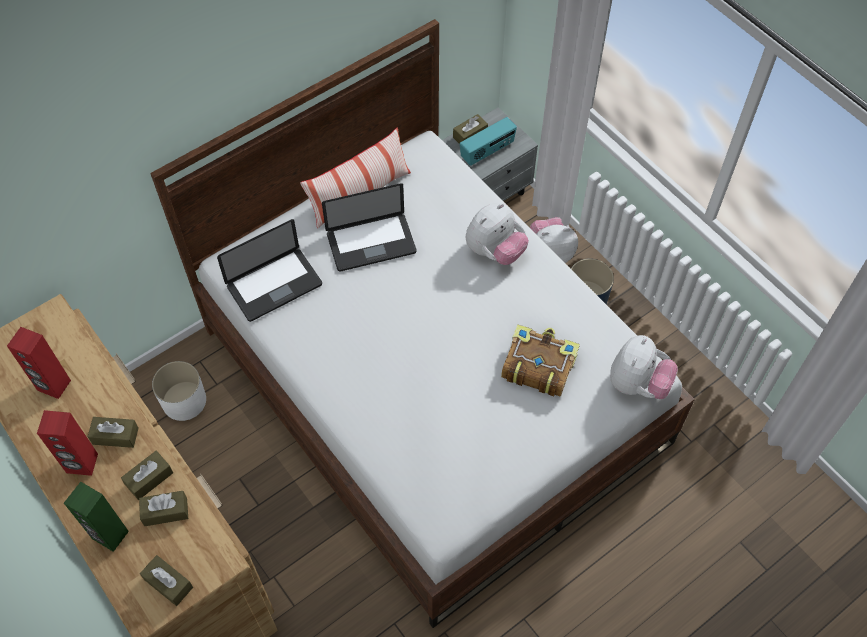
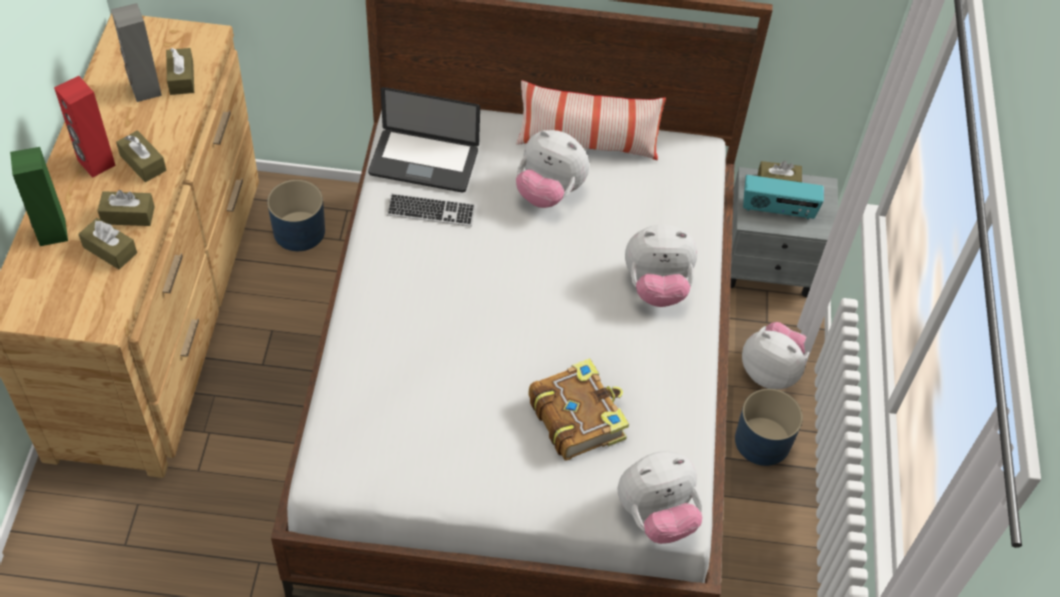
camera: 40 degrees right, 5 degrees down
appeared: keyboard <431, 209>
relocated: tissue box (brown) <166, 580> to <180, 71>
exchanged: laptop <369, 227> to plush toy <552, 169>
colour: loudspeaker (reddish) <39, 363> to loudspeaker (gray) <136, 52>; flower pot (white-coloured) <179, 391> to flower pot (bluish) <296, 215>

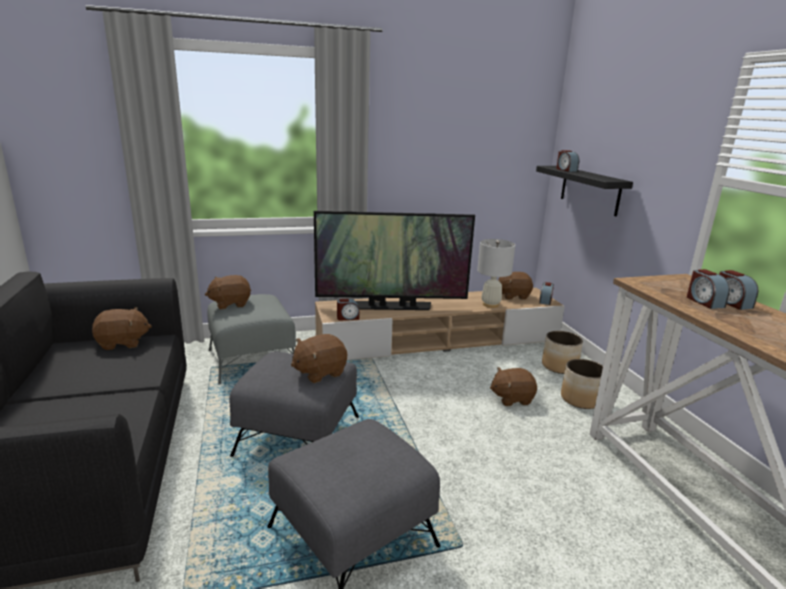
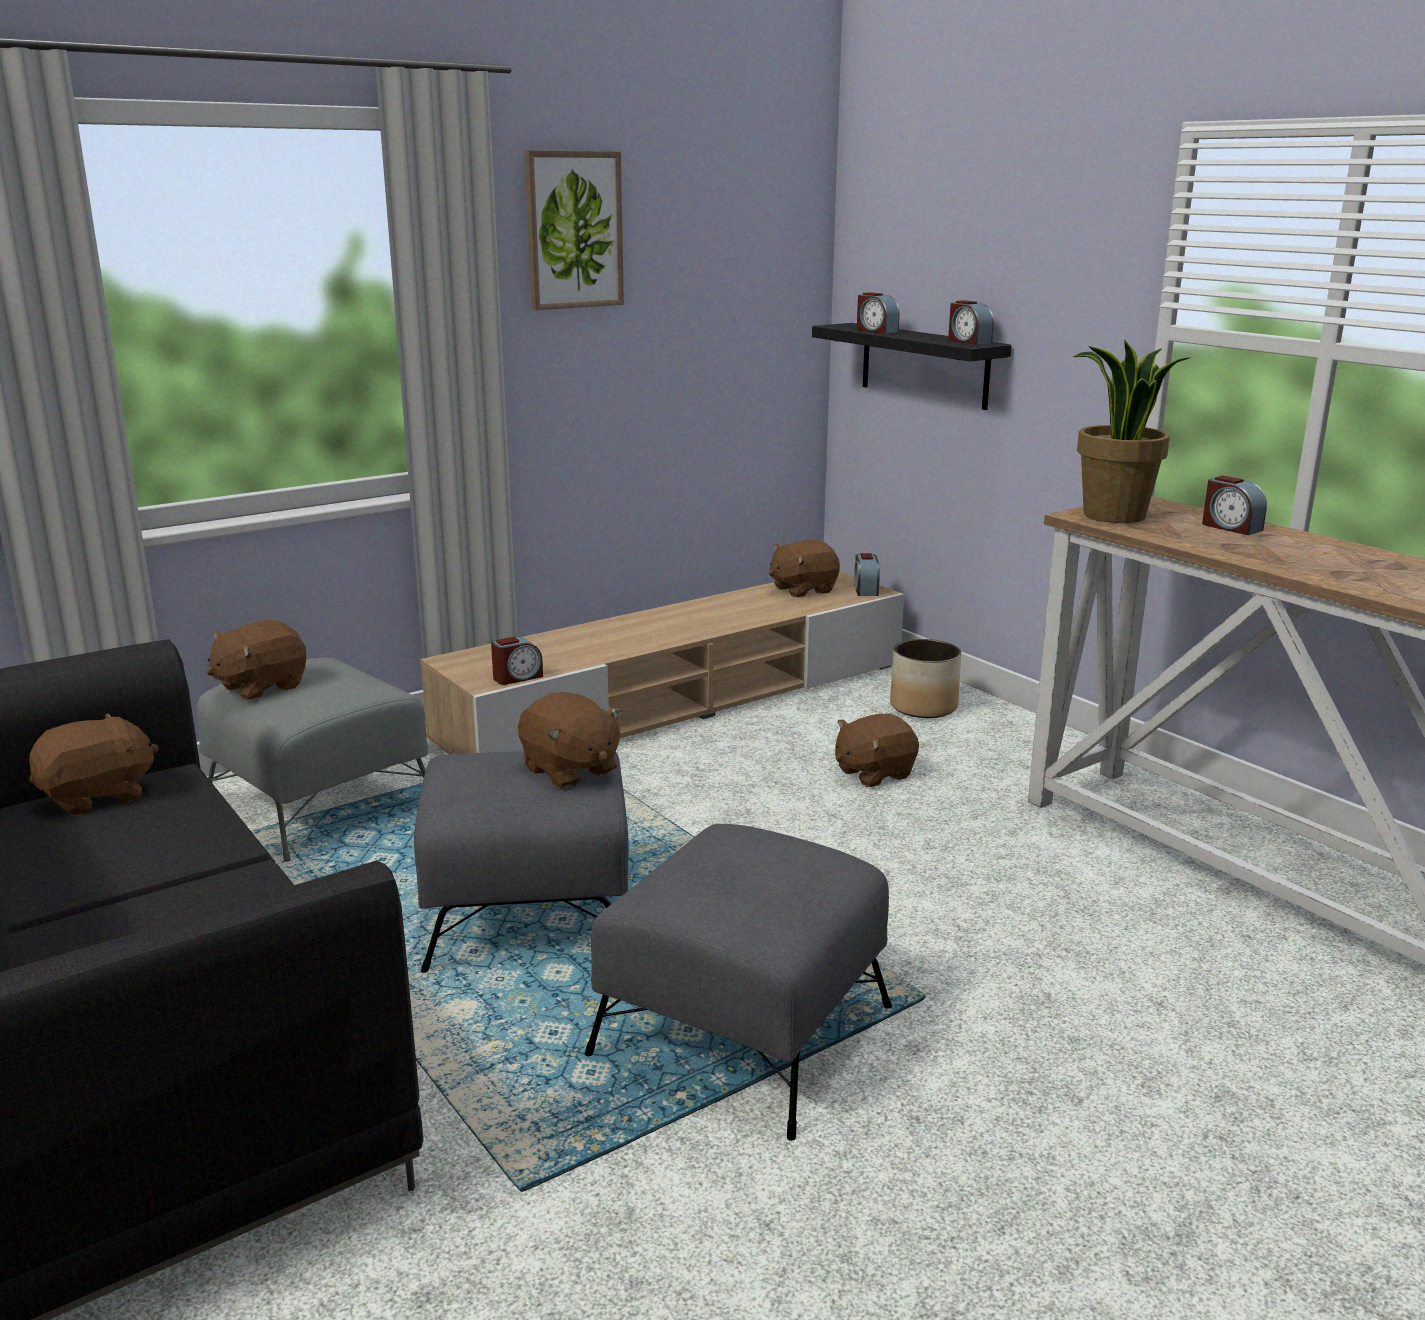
camera: 20 degrees left, 0 degrees up
missing: TV set <394, 260>; table lamp (white-coloured) <496, 273>; flower pot <582, 384>
appeared: wall art <574, 230>; plant in a pot <1132, 431>
relocated: bedside clock <708, 289> to <971, 322>
spun: plush toy (brown) <319, 358> = <570, 740> 75 degrees counterclockwise

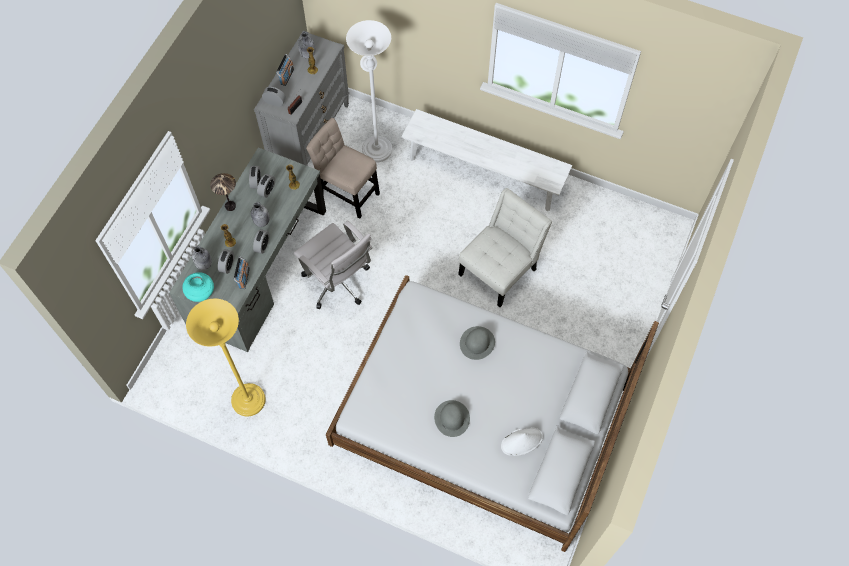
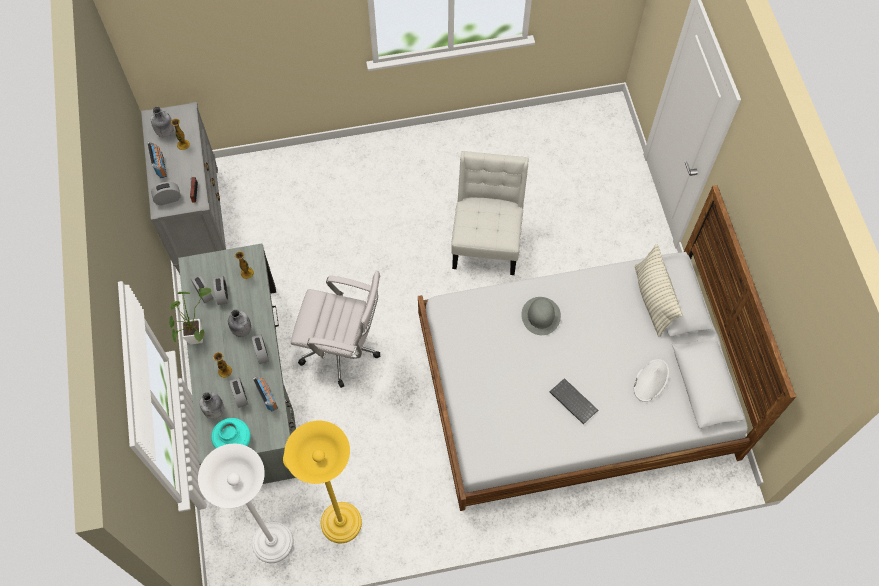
camera: 35 degrees left, 0 degrees up
missing: bench (white-coloured) <486, 160>; upright chair (sand-coloured) <343, 168>
appeared: cushion <659, 290>
relocated: floor lamp (white-coloured) <369, 91> to <245, 503>
exchanged: table lamp <223, 192> to plant in a pot <190, 315>; clothing hat (gray) <452, 418> to keyboard <573, 401>

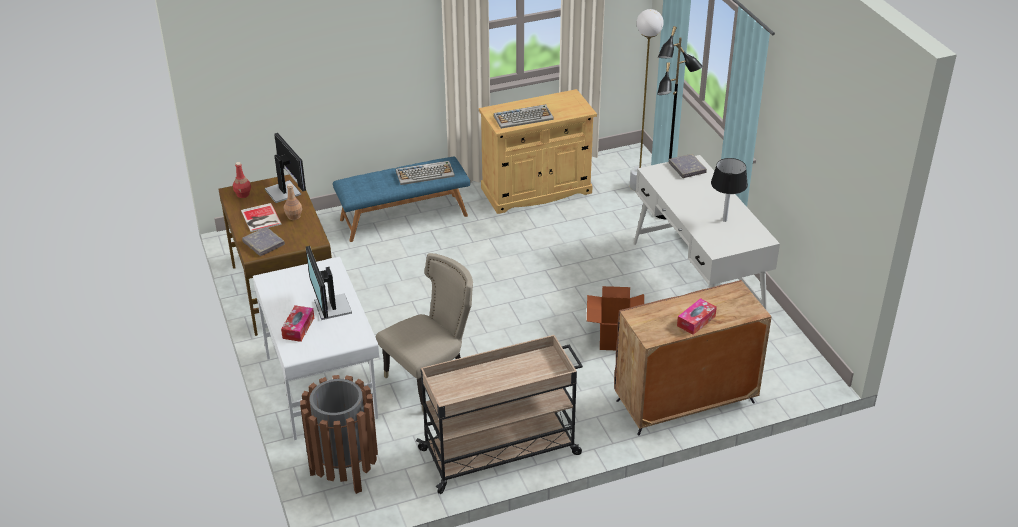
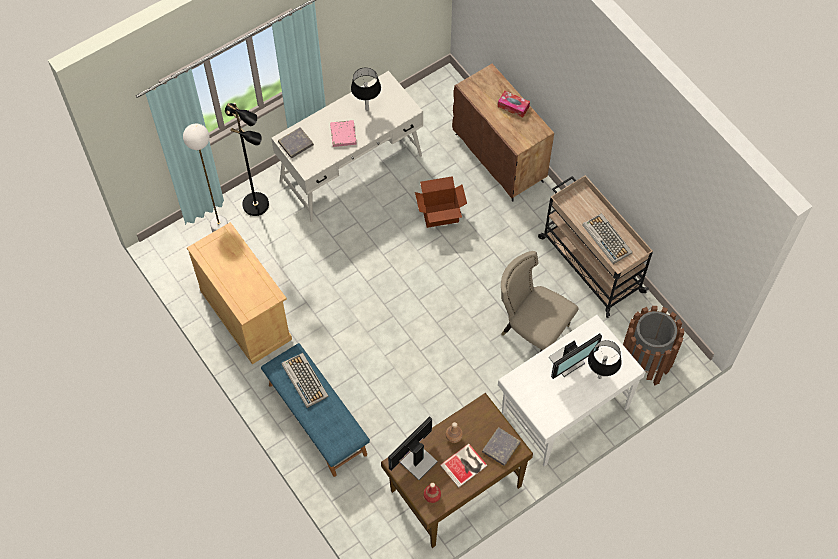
camera: 105 degrees left, 25 degrees up
appeared: book (pinkish) <343, 133>
relocated: keyboard <524, 116> to <607, 238>
exchanged: tissue box <297, 323> to table lamp (black) <605, 359>

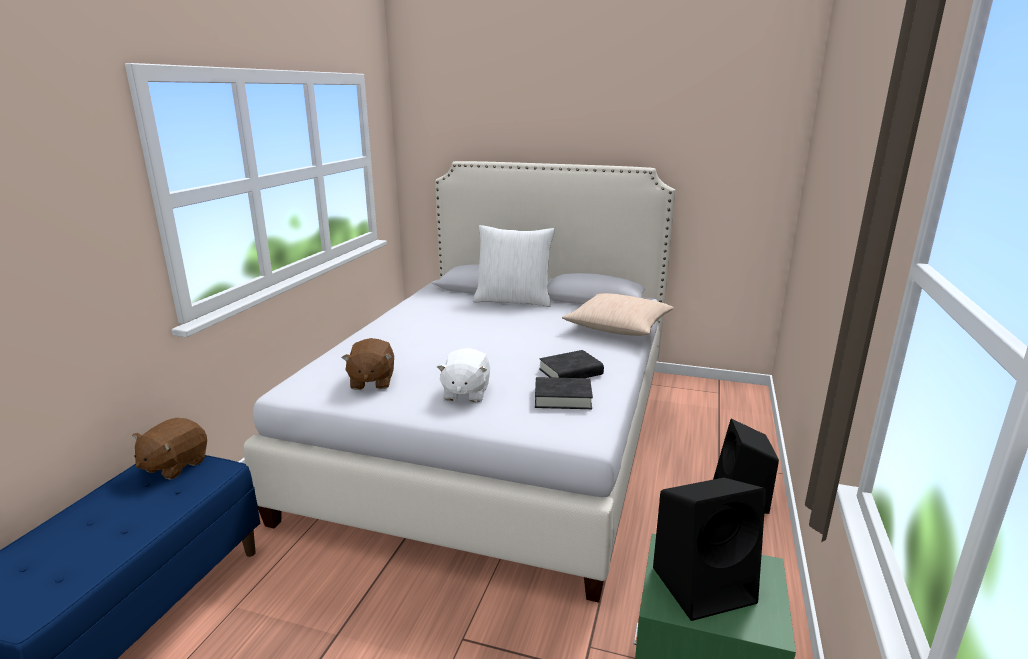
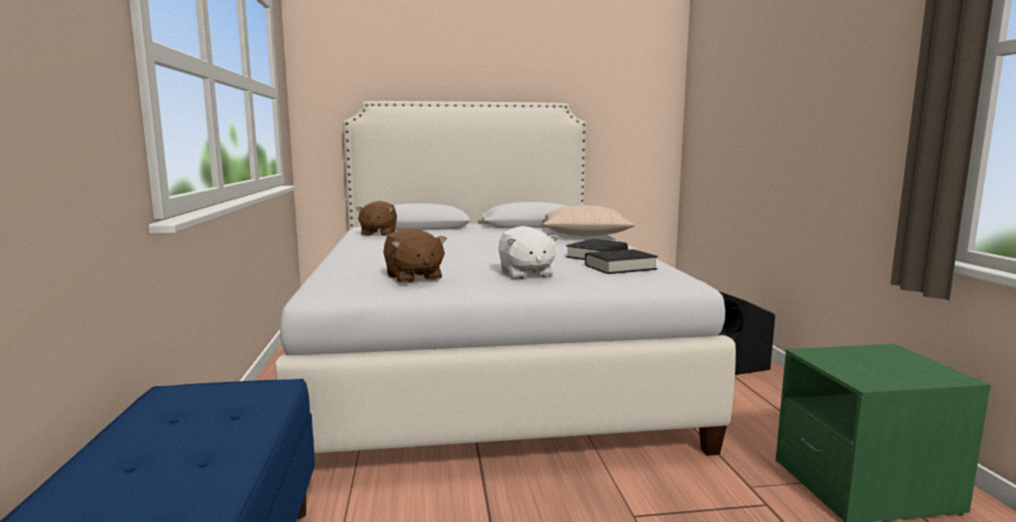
camera: 25 degrees left, 10 degrees down
missing: cushion (white-coloured) <514, 266>; loudspeaker (black) <709, 549>
relocated: plush toy (brown) <170, 449> to <376, 218>

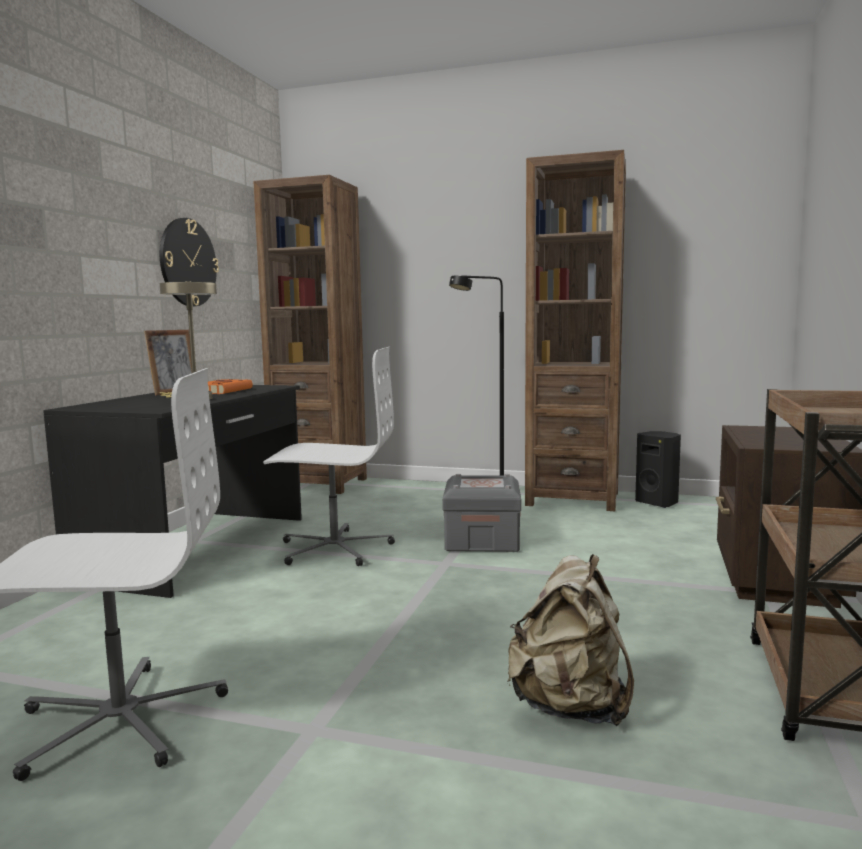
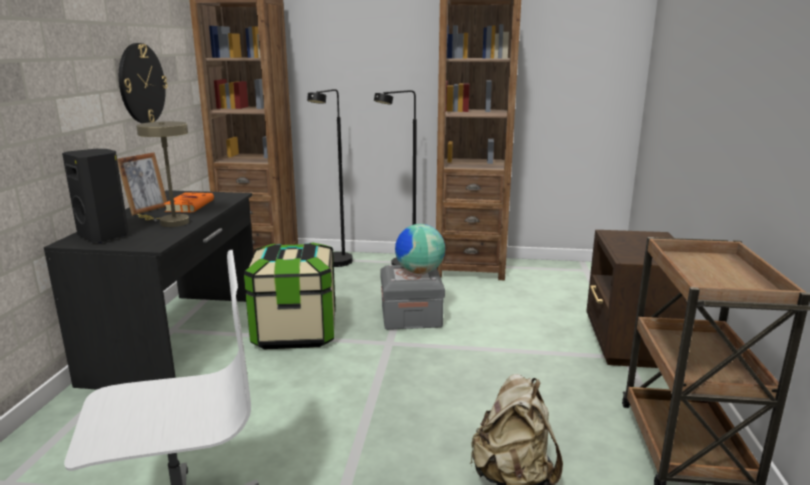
camera: 10 degrees left, 10 degrees up
appeared: floor lamp (black) <330, 178>; globe <420, 249>
relocated: loudspeaker (black) <658, 469> to <95, 196>
exchanged: computer chair (white-coloured) <329, 456> to storage box <290, 295>

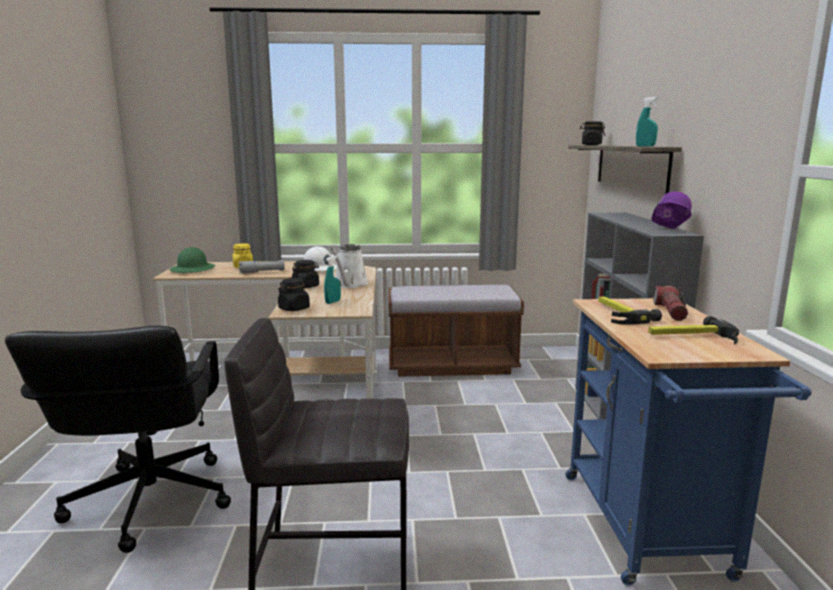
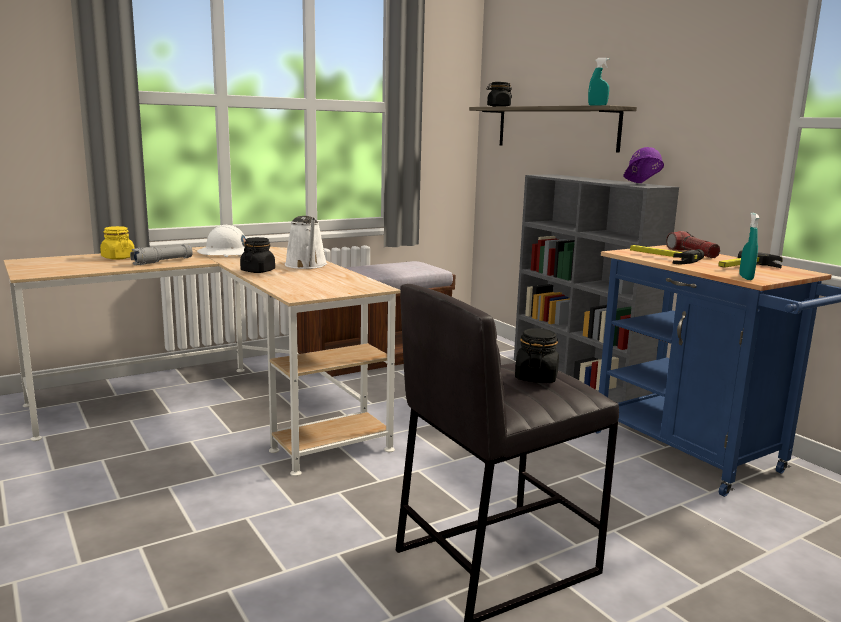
camera: 30 degrees left, 0 degrees up
missing: hard hat (greenish) <192, 260>; computer chair (black) <118, 439>
relocated: sprayer (blue-green) <332, 280> to <749, 246>; preserve jar (black) <294, 294> to <537, 355>

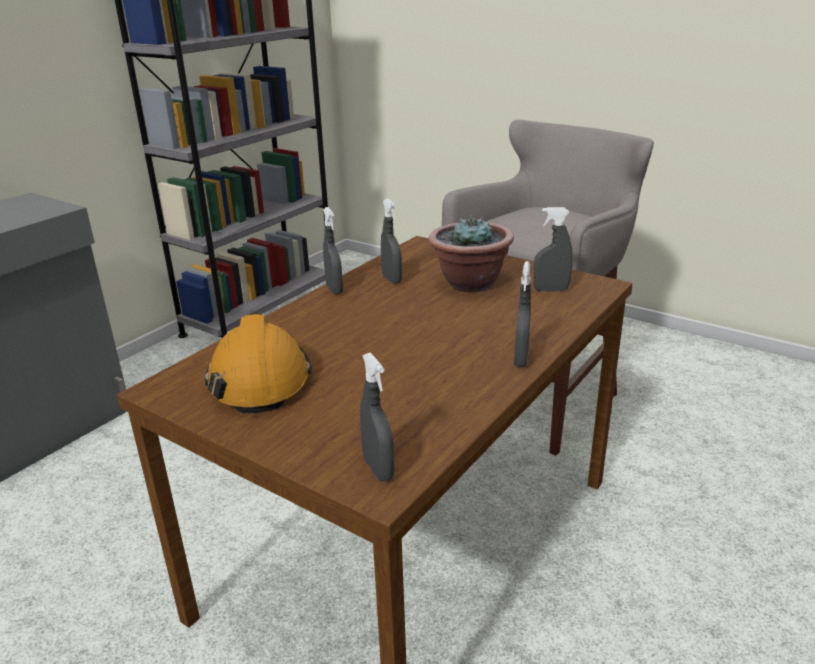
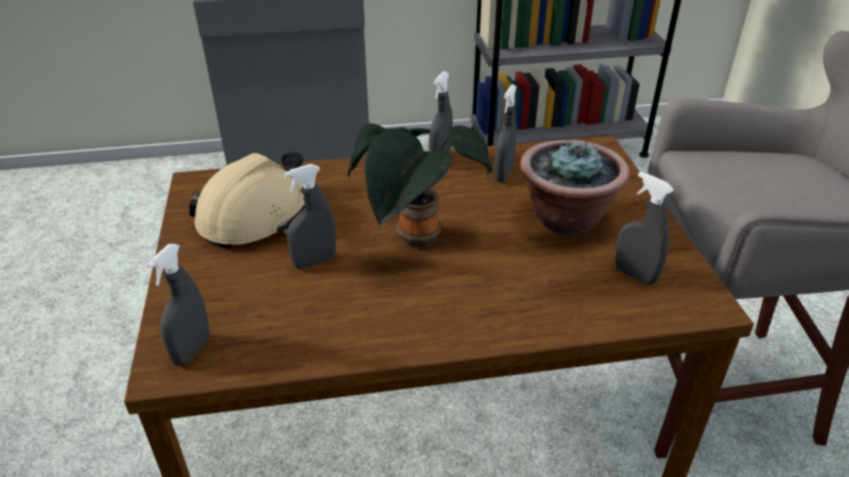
camera: 45 degrees right, 10 degrees up
appeared: plant in a pot <420, 185>
relocated: sprayer (gray) <522, 314> to <310, 216>
colour: hard hat (orangey) <258, 362> to hard hat (sand-coloured) <247, 200>

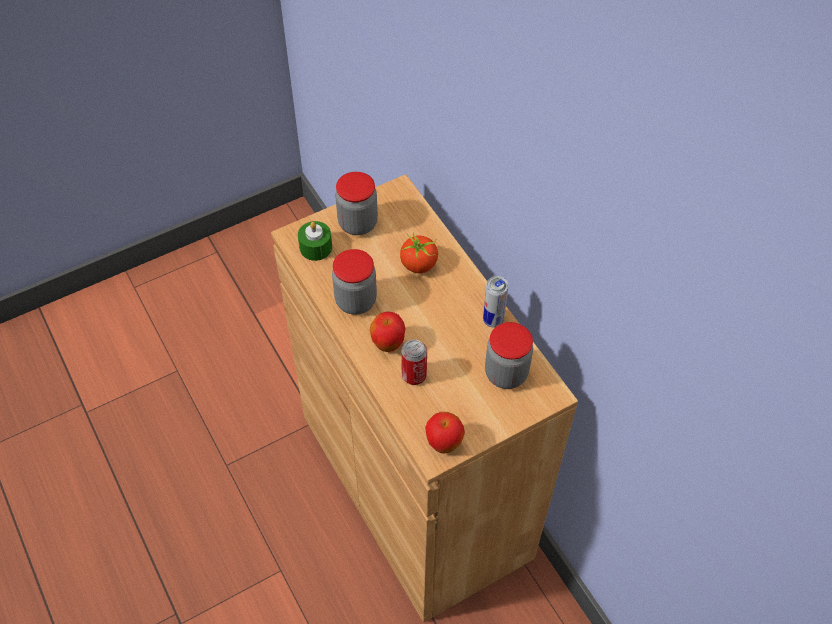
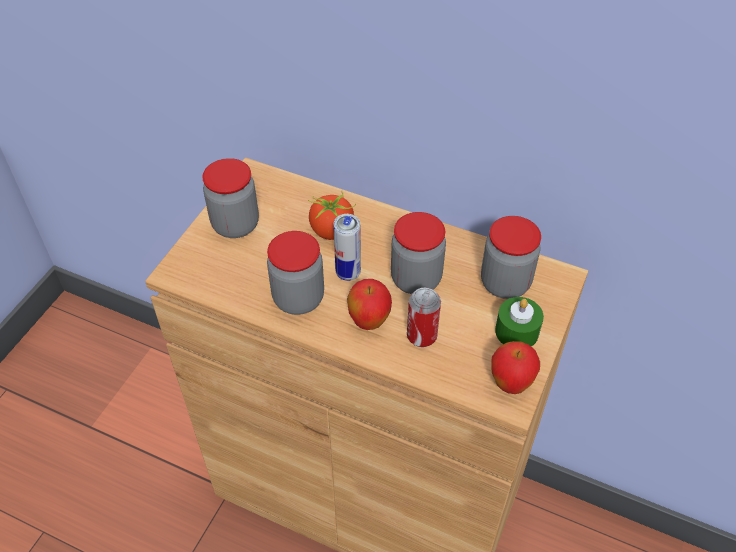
camera: 35 degrees left, 5 degrees down
appeared: preserve jar <418, 253>
relocated: wax candle (greenish) <315, 241> to <519, 322>; can <496, 302> to <347, 247>

